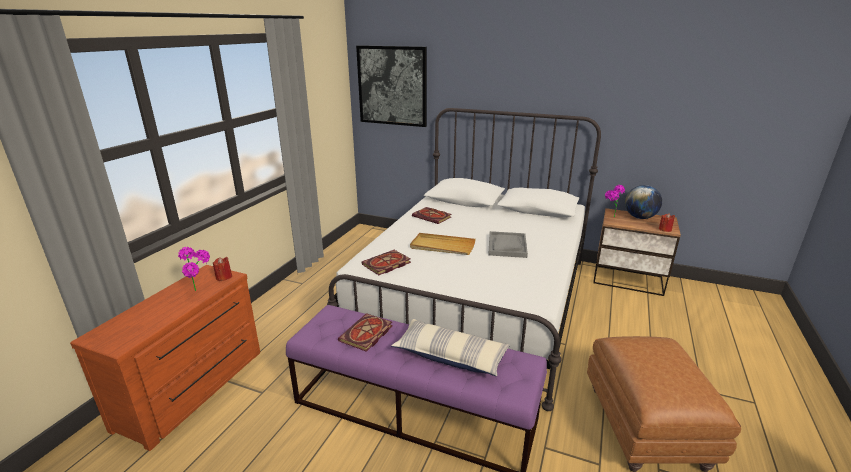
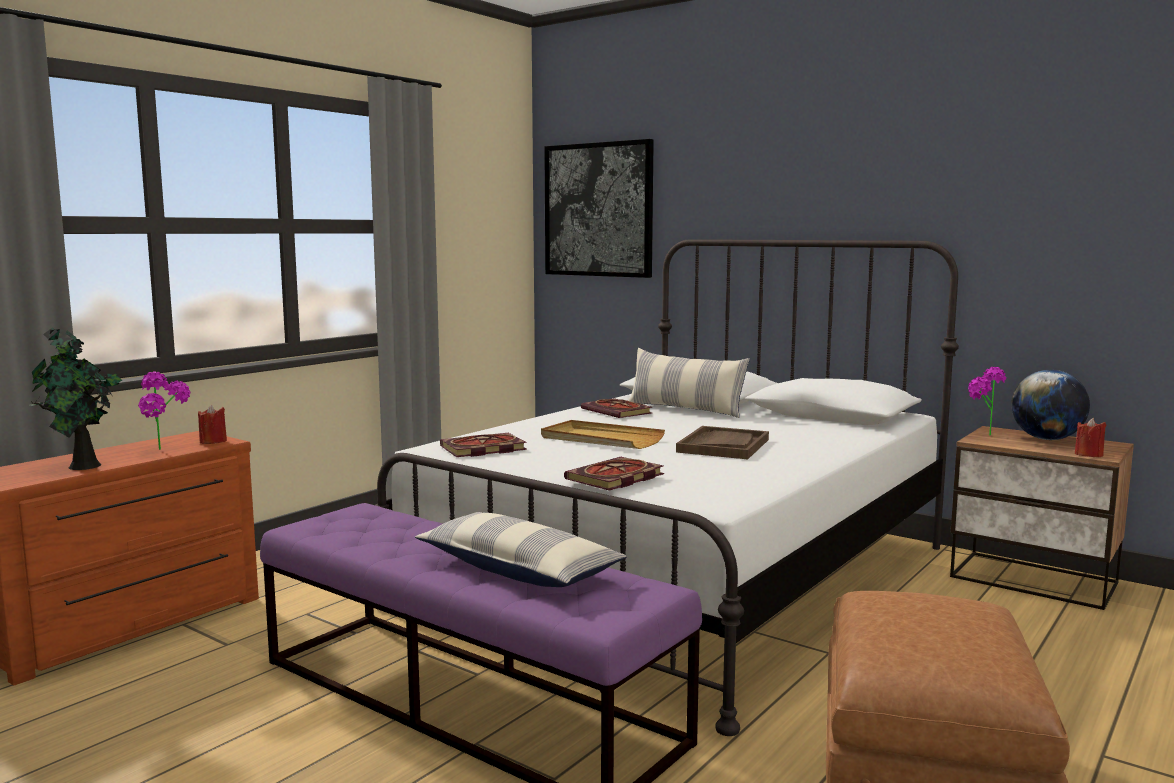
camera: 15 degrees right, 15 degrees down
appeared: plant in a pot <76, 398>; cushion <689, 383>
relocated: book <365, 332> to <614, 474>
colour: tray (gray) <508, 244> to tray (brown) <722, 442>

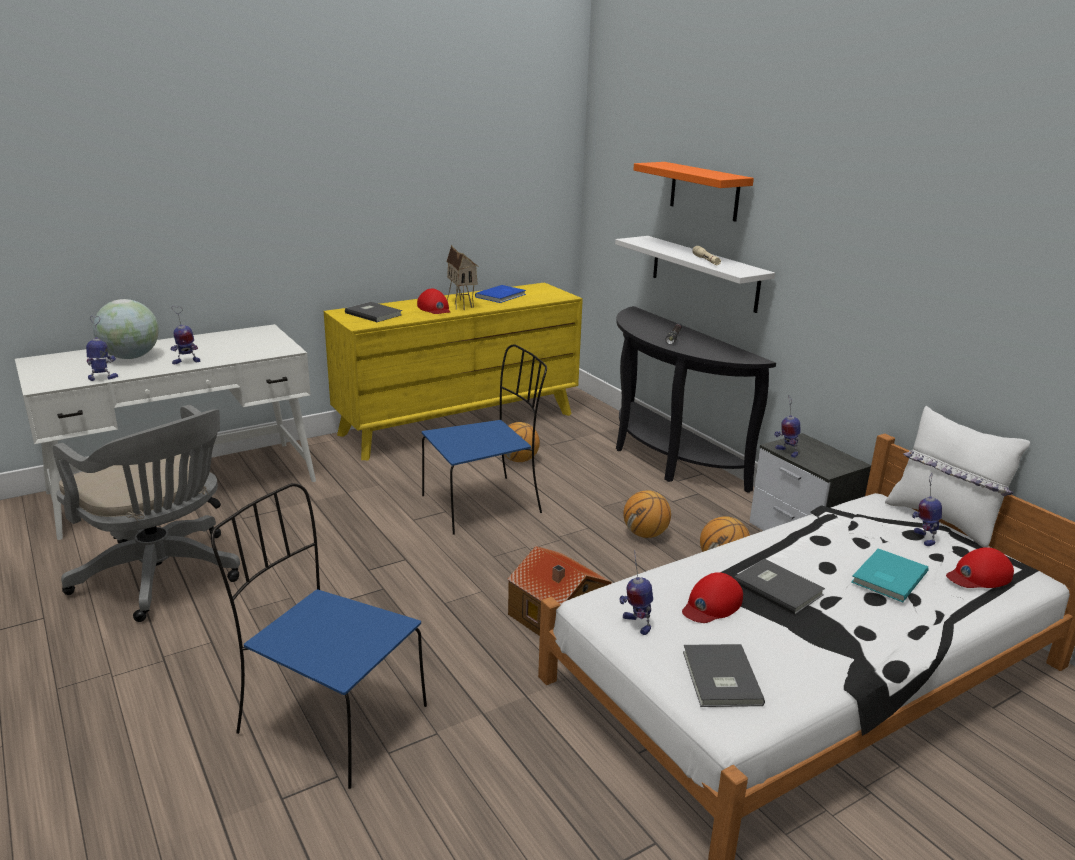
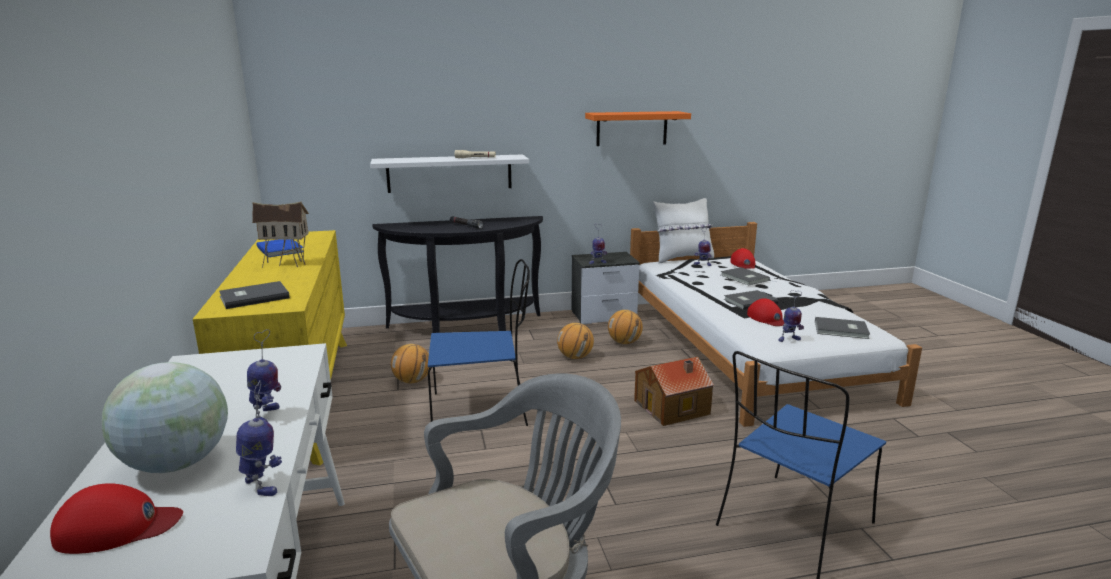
camera: 70 degrees left, 5 degrees down
relocated: wall shelf (orangey) <693, 192> to <638, 128>; cap (reddish) <433, 301> to <116, 518>
colour: book (blue-green) <890, 575> to book (gray) <745, 276>
spun: robot figure <102, 348> = <259, 438> 135 degrees clockwise; upright chair (bluish) <484, 439> = <479, 342> 90 degrees clockwise

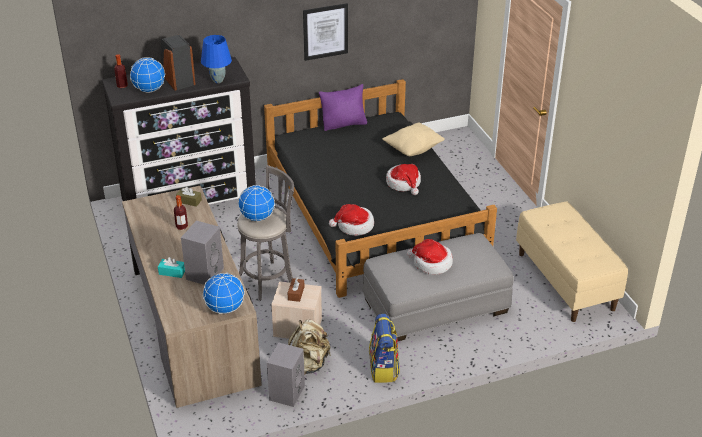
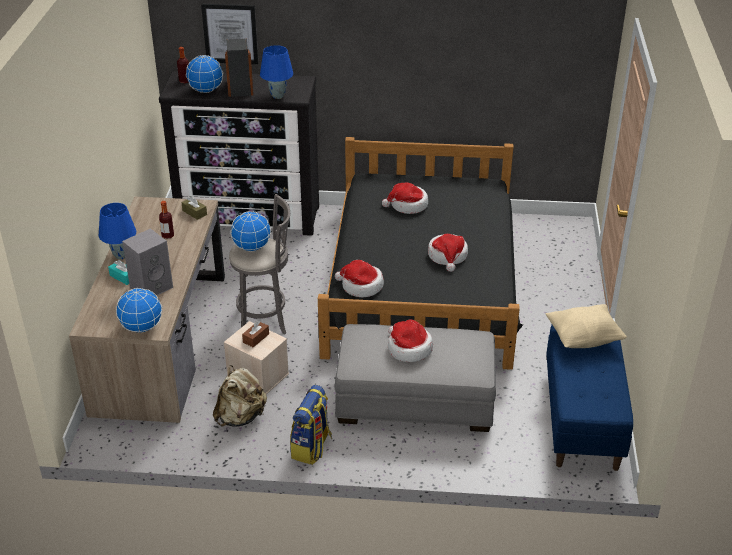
camera: 25 degrees right, 0 degrees up
missing: cushion (purple) <343, 107>; loudspeaker (gray) <286, 375>
appeared: clothing hat <405, 198>; table lamp (bluish) <117, 231>
relocated: wall art <325, 32> to <229, 34>; cushion (sand-coloured) <413, 139> to <586, 326>
colour: bench (sand-coloured) <572, 261> to bench (bluish) <589, 398>

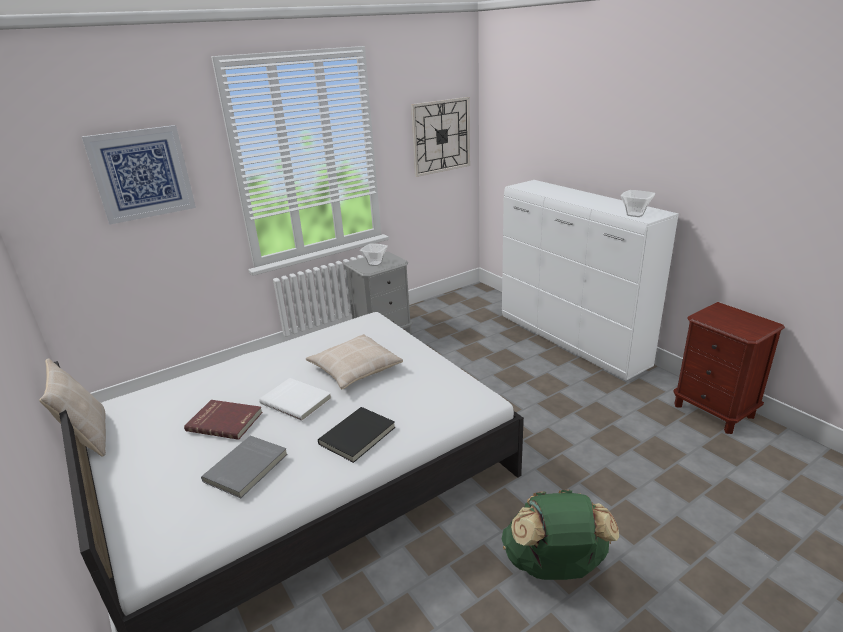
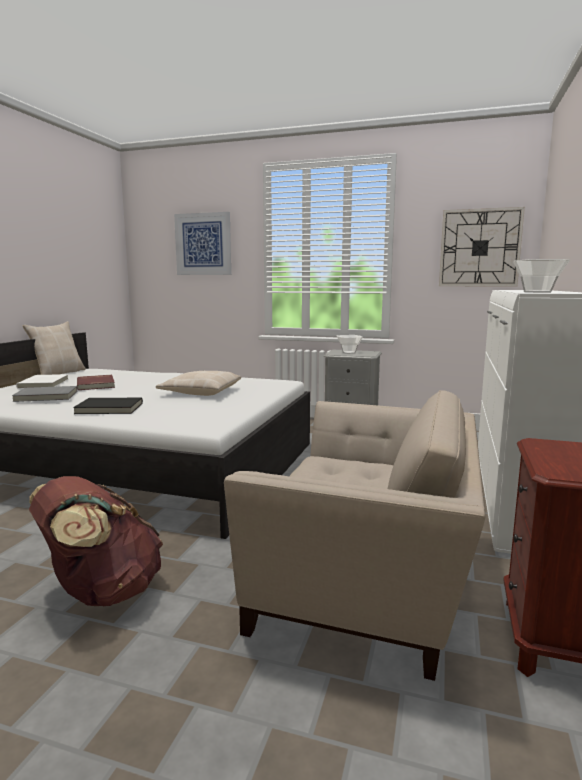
camera: 50 degrees right, 15 degrees down
appeared: easy chair (sand-coloured) <355, 535>
relocated: book (white-coloured) <295, 399> to <42, 381>
colour: knapsack (greenish) <560, 534> to knapsack (brown) <96, 541>

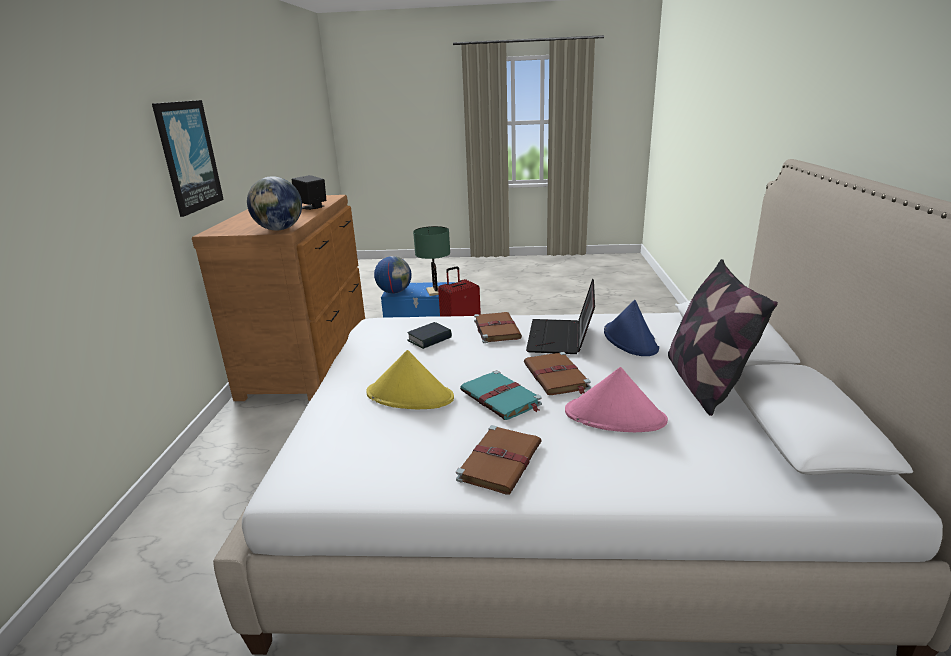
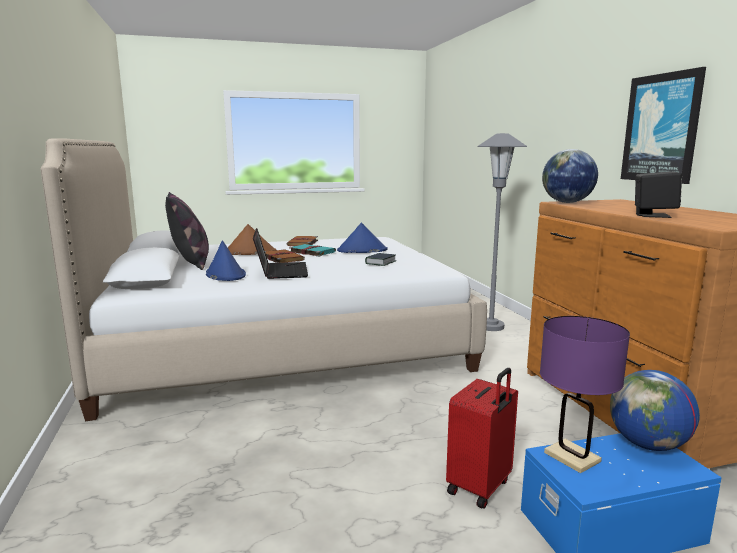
camera: 160 degrees right, 10 degrees down
missing: book (brown) <498, 327>
appeared: floor lamp (gray) <502, 232>
colour: table lamp (greenish) <431, 261> to table lamp (purple) <585, 394>; clothing hat (yellowish) <410, 379> to clothing hat (bluish) <362, 238>; clothing hat (pinkish) <616, 399> to clothing hat (brown) <252, 239>

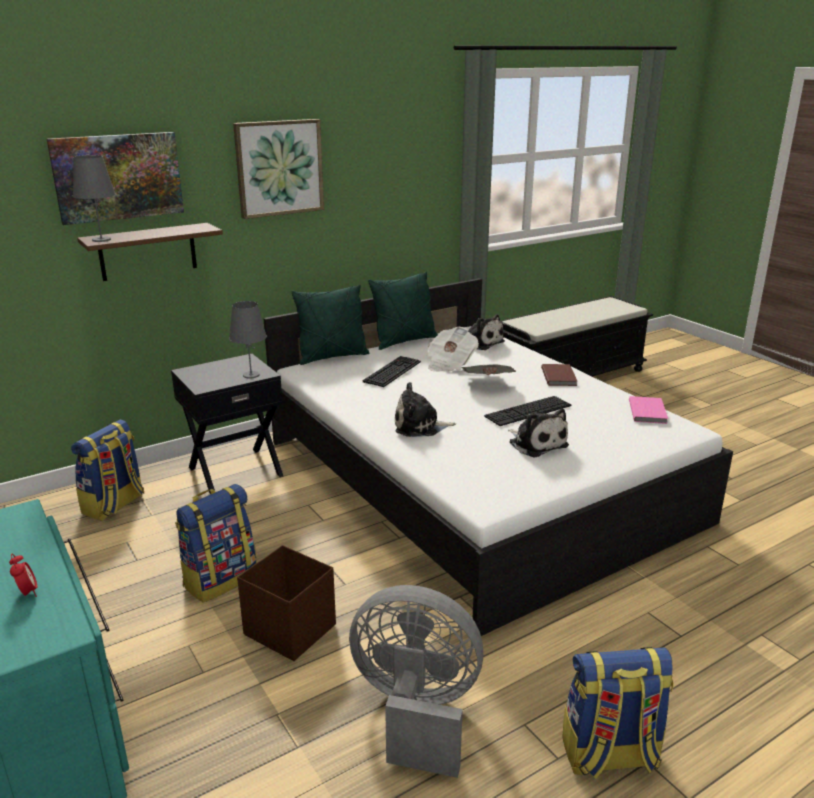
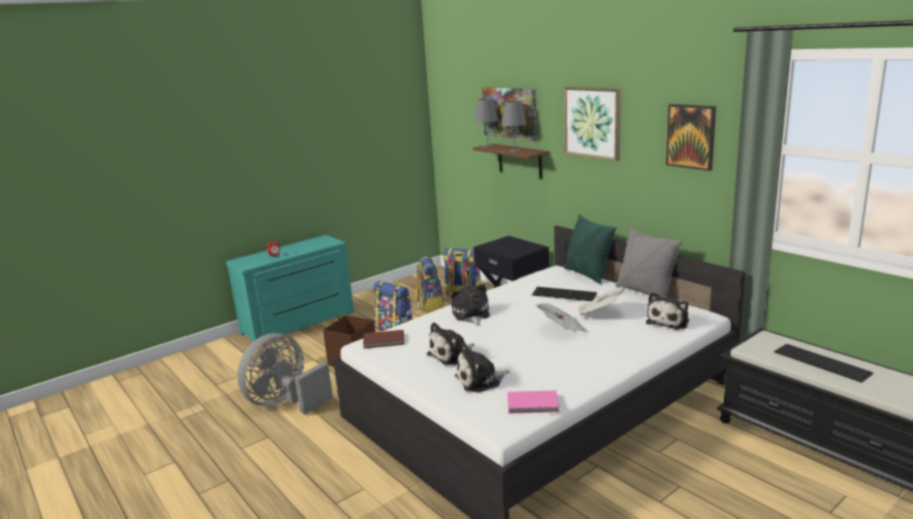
camera: 85 degrees right, 5 degrees down
appeared: wall art <691, 137>; plush toy <482, 367>
relocated: table lamp (gray) <248, 340> to <514, 126>; book (brown) <559, 375> to <383, 339>; keyboard <528, 411> to <824, 363>; knapsack <618, 712> to <431, 285>
colour: cushion (greenish) <403, 311> to cushion (gray) <648, 262>
spun: fan (gray) <416, 681> = <285, 373> 150 degrees counterclockwise

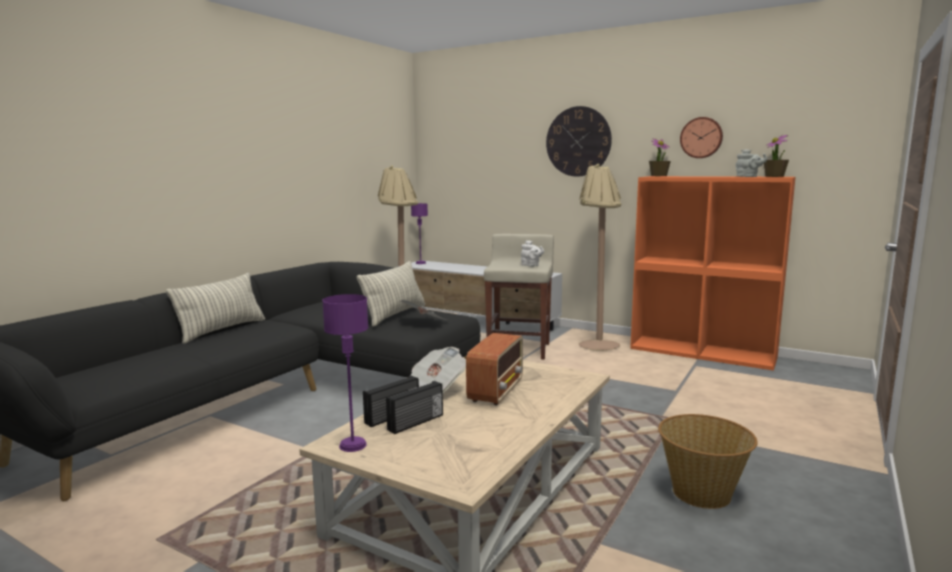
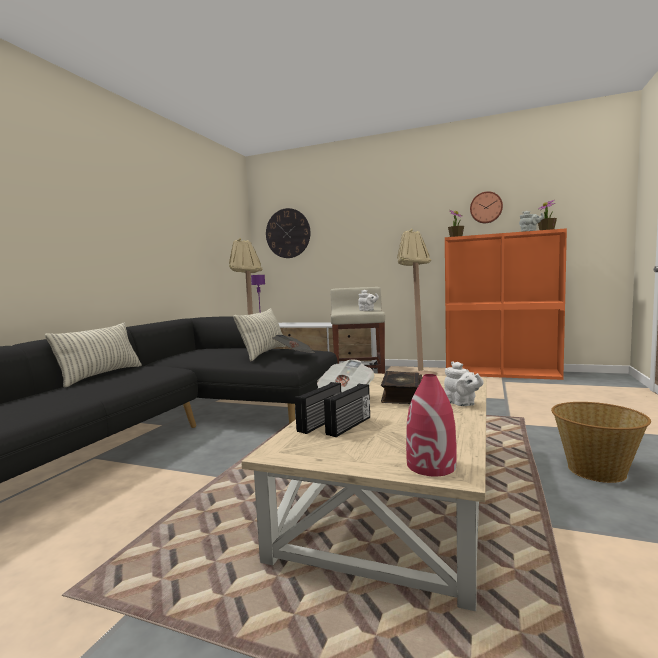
camera: 10 degrees left, 5 degrees down
missing: table lamp (purple) <345, 373>
appeared: pot for tea (white-coloured) <464, 383>; flower vase (reddish) <431, 425>
relocated: wall clock <579, 141> to <288, 233>
exchanged: radio receiver <494, 369> to book <402, 387>

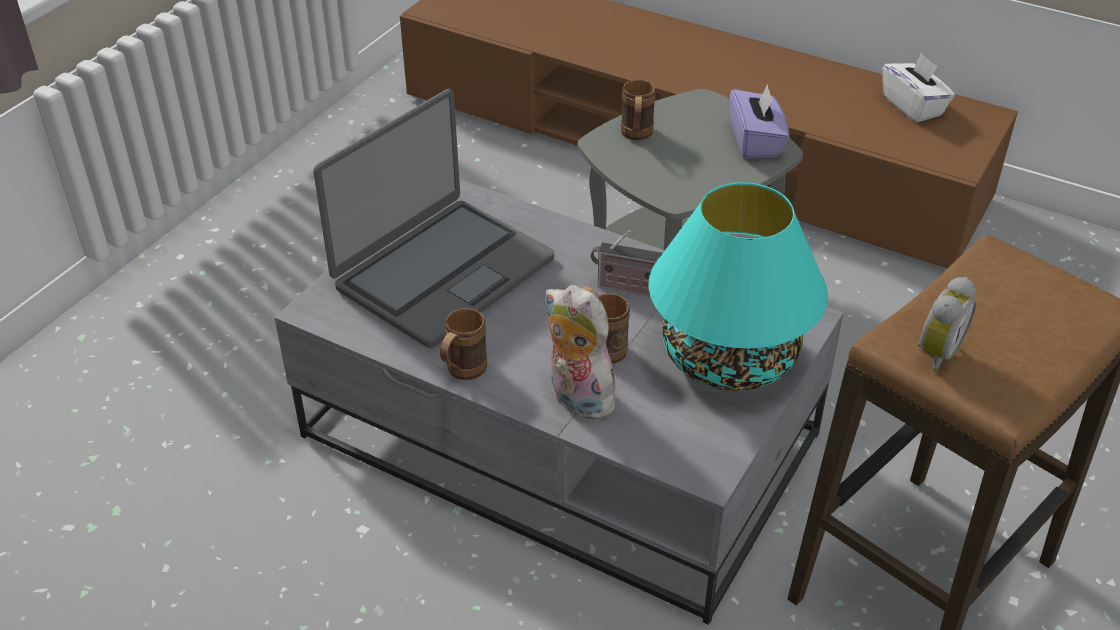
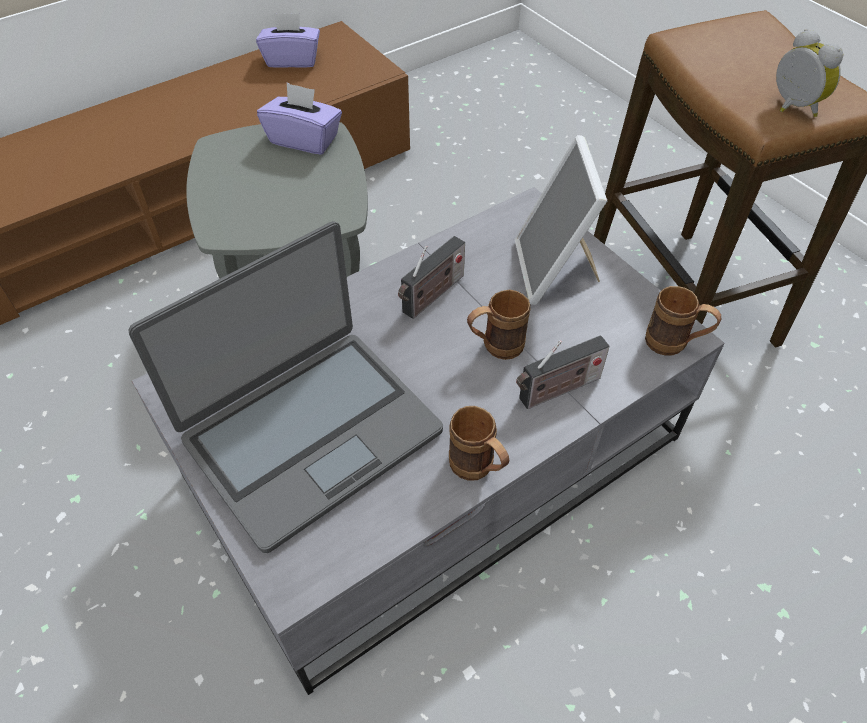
camera: 65 degrees left, 10 degrees up
relocated: mug (brown) <638, 109> to <683, 320>
exchanged: table lamp (blue-green) <738, 286> to standing frame <561, 220>; plush toy <581, 352> to radio receiver <563, 372>
colour: tissue box (white-coloured) <918, 87> to tissue box (purple) <288, 40>
spun: laptop <433, 218> = <285, 387> 75 degrees clockwise

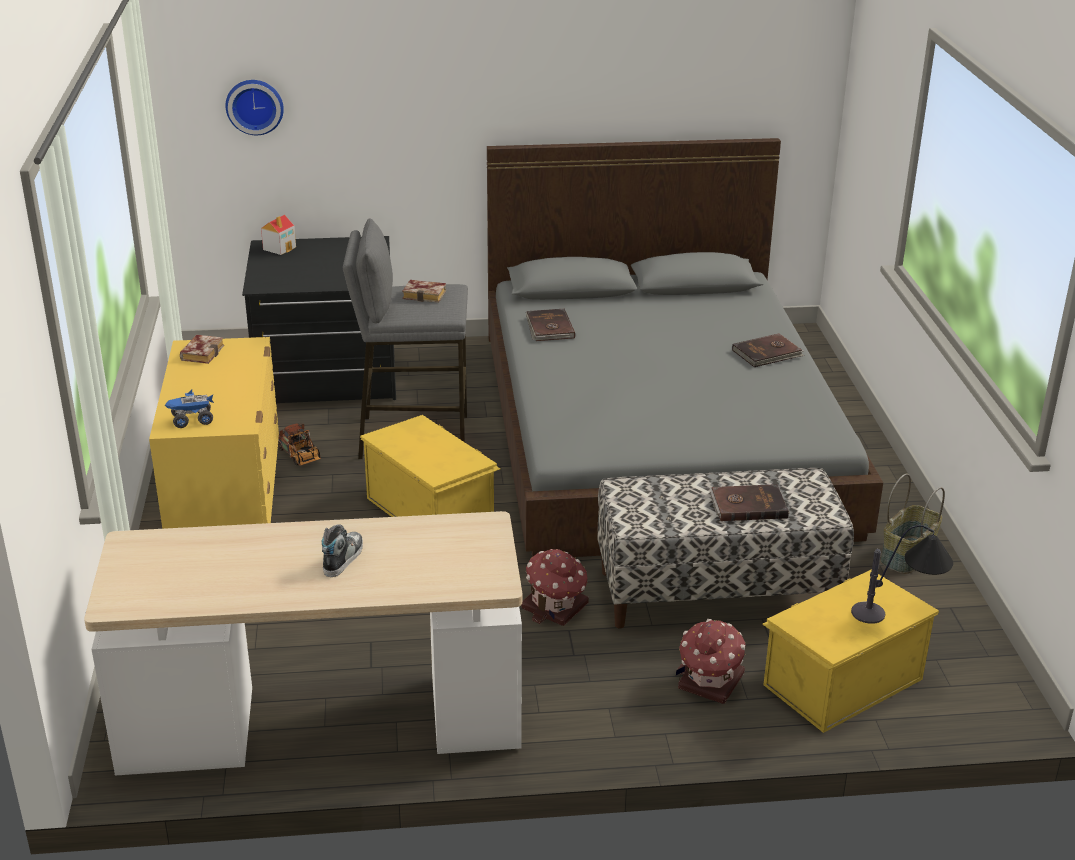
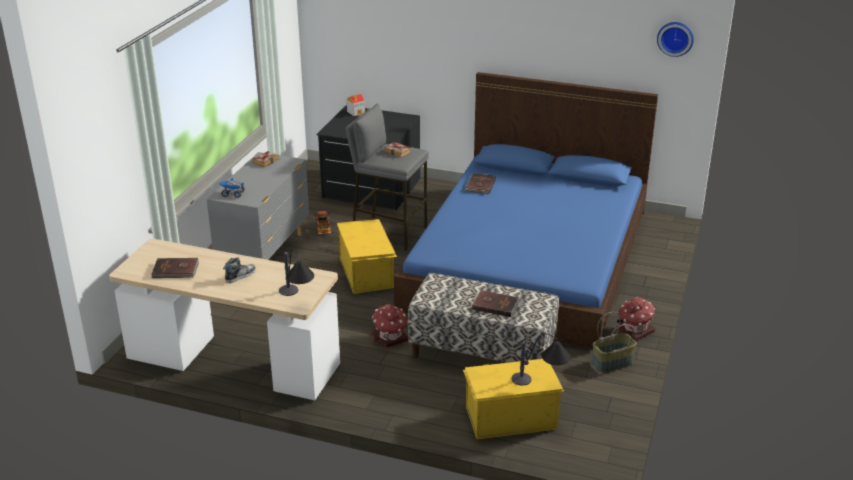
camera: 25 degrees right, 0 degrees up
appeared: table lamp <296, 272>
relocated: wall clock <254, 107> to <675, 39>; book (brown) <768, 350> to <175, 268>; miniature house <711, 661> to <636, 319>
colour: bed (gray) <685, 347> to bed (bluish) <526, 210>; dresser (yellowish) <214, 433> to dresser (gray) <258, 206>

